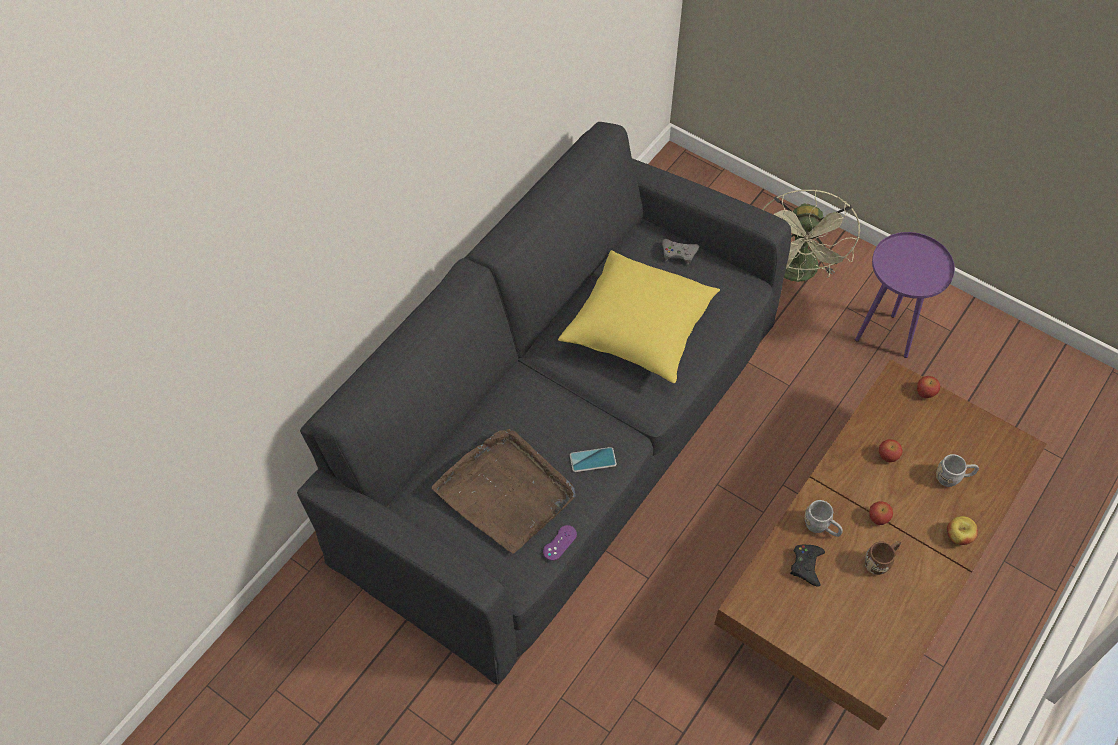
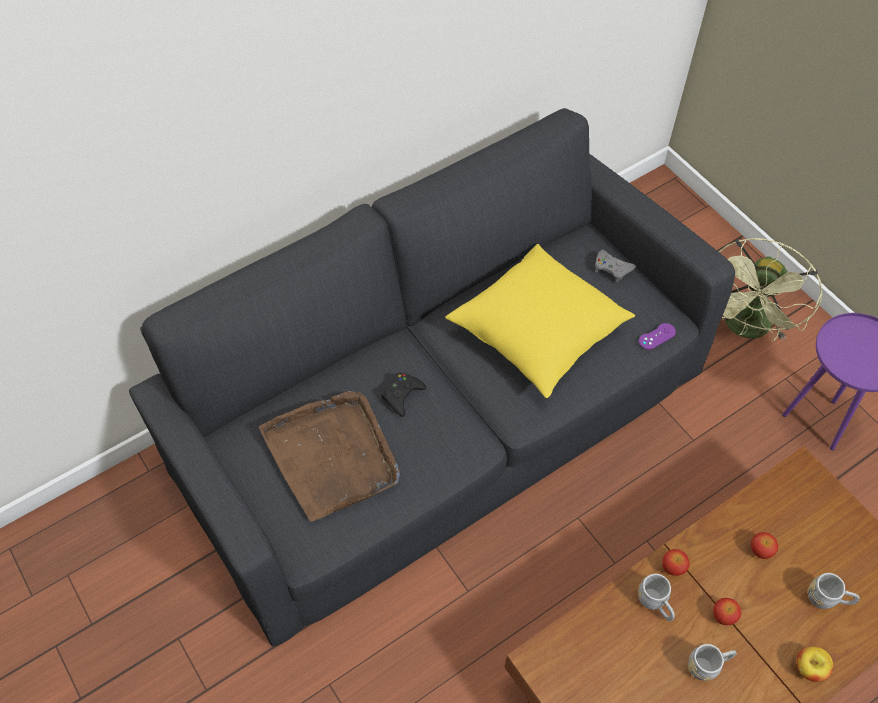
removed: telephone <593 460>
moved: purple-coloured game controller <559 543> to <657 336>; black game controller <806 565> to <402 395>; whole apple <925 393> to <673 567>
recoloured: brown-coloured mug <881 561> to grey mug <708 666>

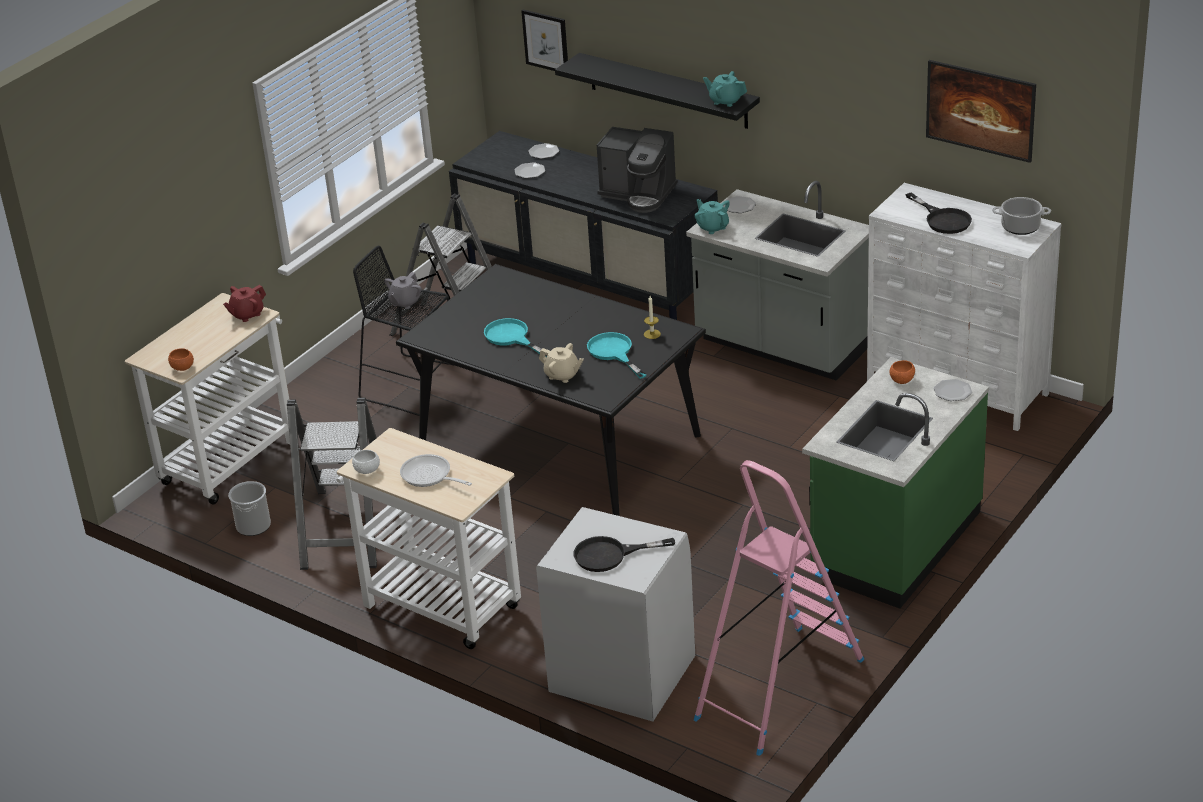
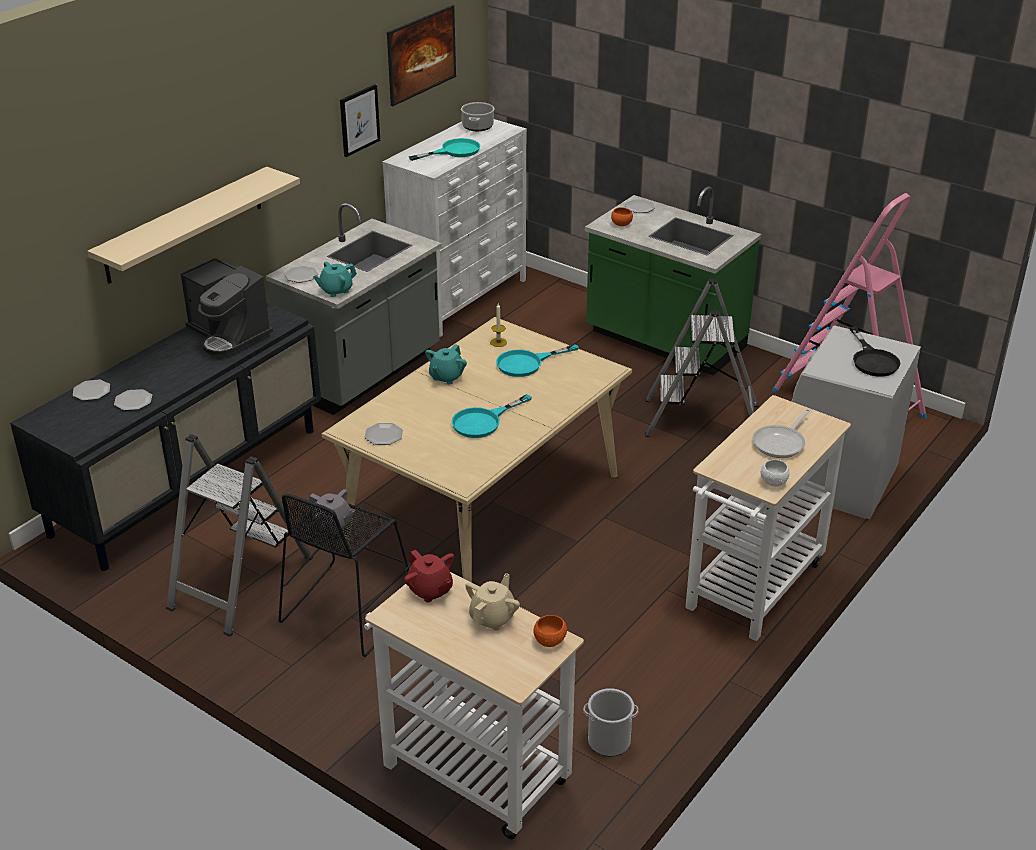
added: dinner plate <383 435>
moved: grey step ladder <346 529> to <704 419>; picture <546 41> to <359 120>; beige-coloured teapot <562 375> to <492 617>; turquoise-coloured teapot <725 101> to <446 377>
recoloured: black kitchen table <557 439> to beige-coloured kitchen table <484 508>; black wall shelf <668 91> to beige-coloured wall shelf <184 225>; black skillet <943 219> to turquoise-coloured skillet <454 151>
turned: coffee maker <638 194> = <229 335> 105 degrees clockwise

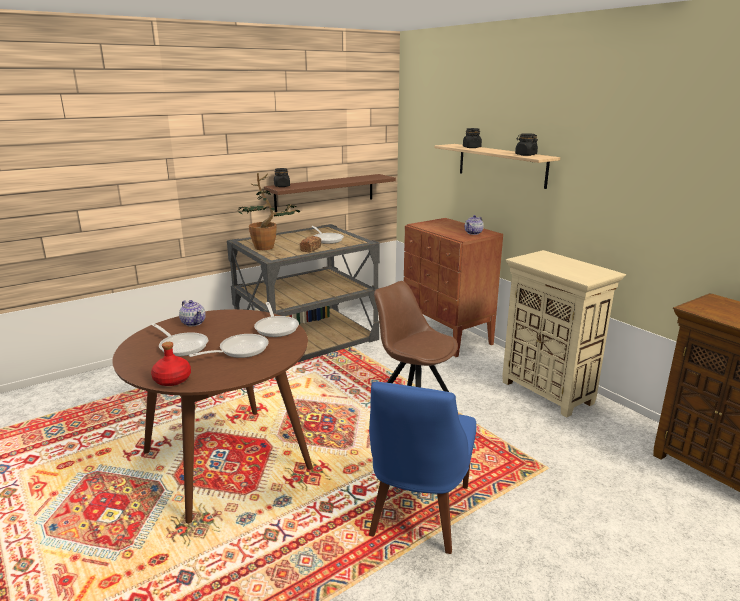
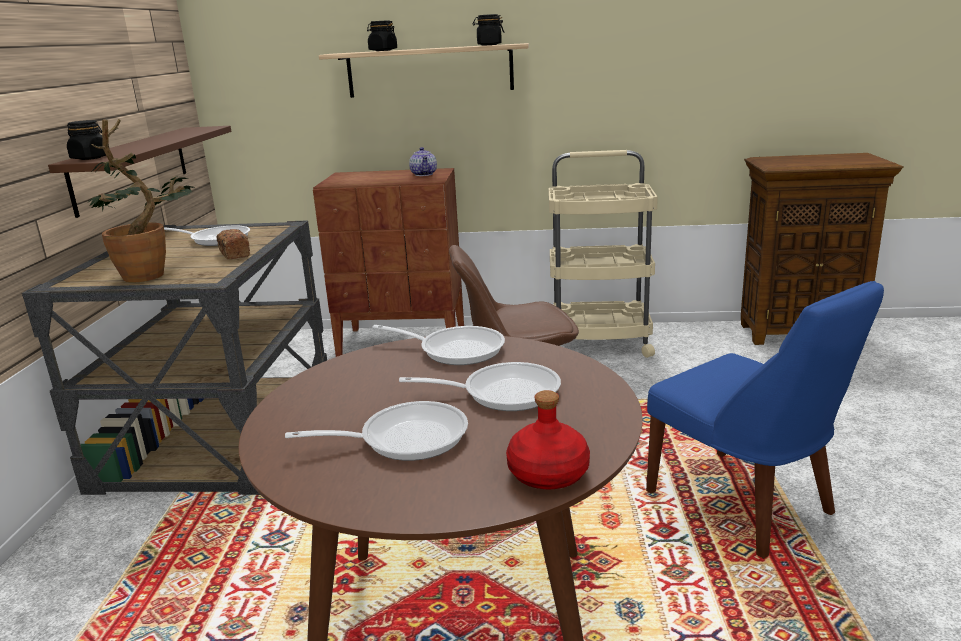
removed: teapot <193 323>
replaced: beige-coloured cabinet <548 393> to beige-coloured trolley <599 342>
turned: skillet <239 350> = <502 393> 90 degrees clockwise

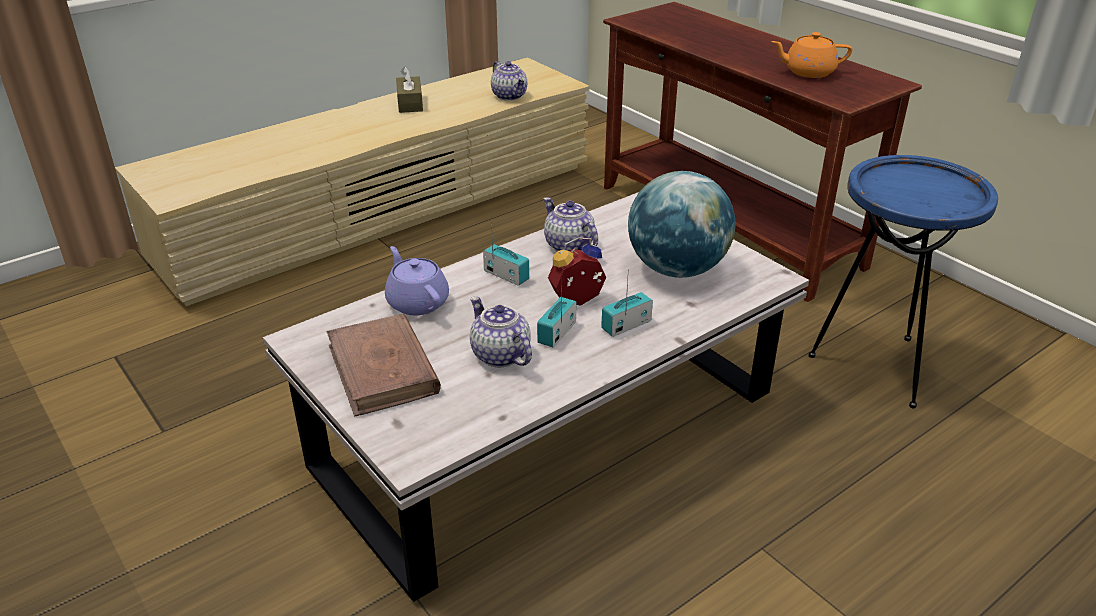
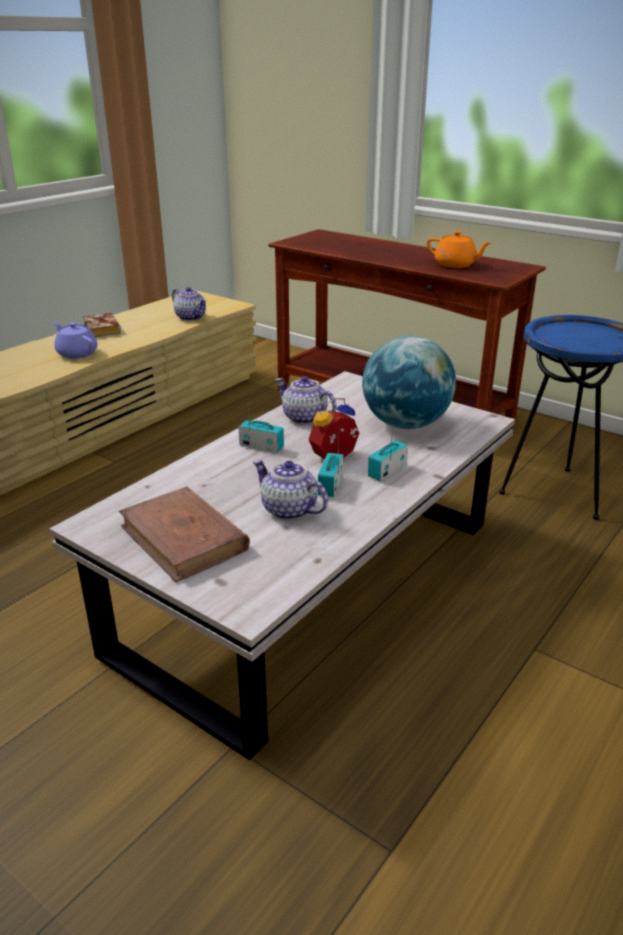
moved: purple-coloured teapot <417 302> to <76 353>
replaced: brown-coloured tissue box <410 103> to volume <104 330>
turned: orange teapot <808 72> = <456 264> 135 degrees counterclockwise

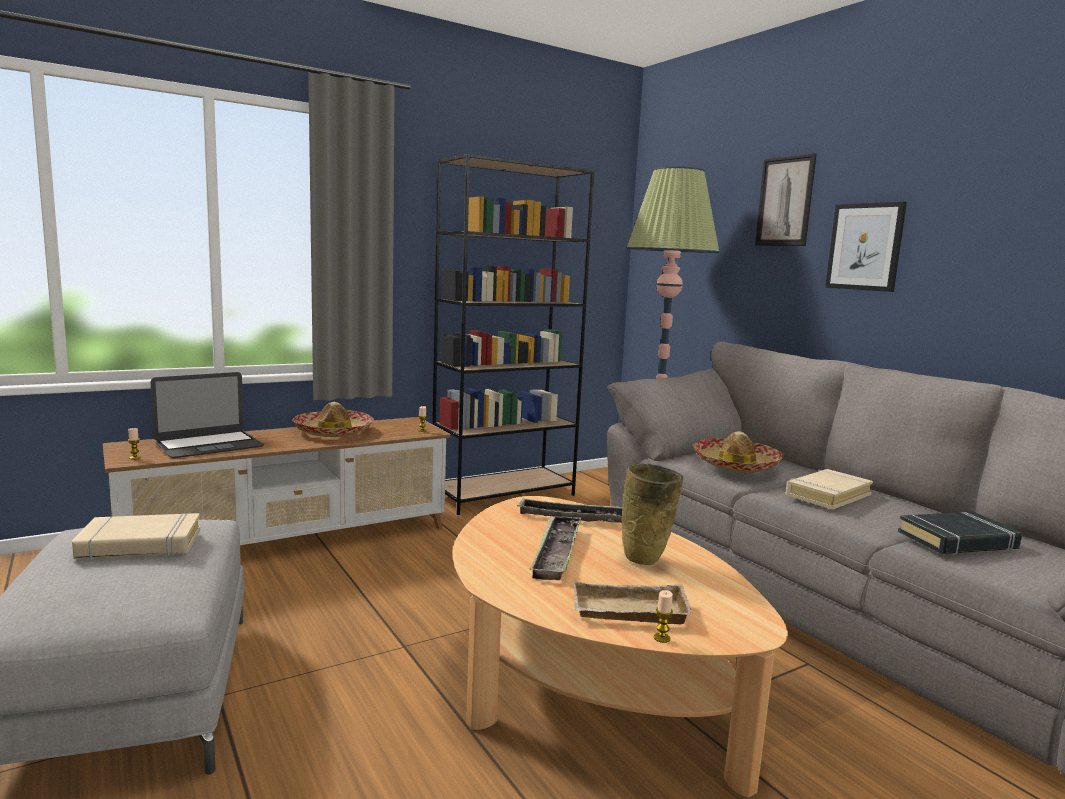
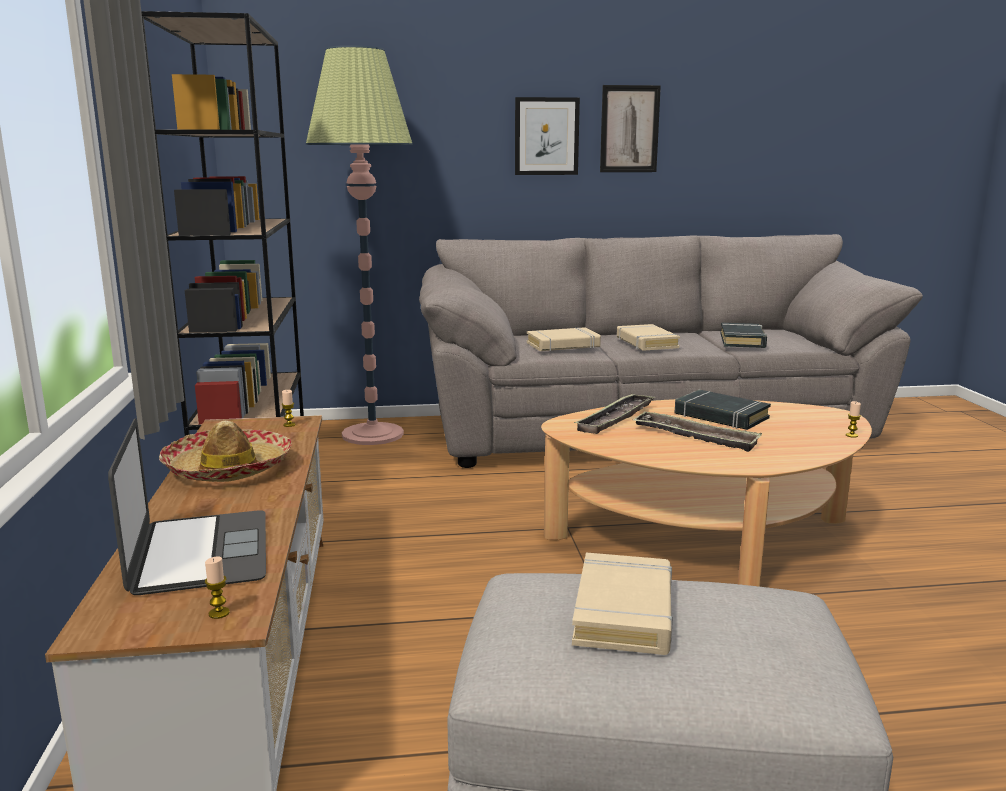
removed: beige-coloured carrying tray <628 612>
moved: picture <785 201> to <629 129>
replaced: beige-coloured flower vase <646 561> to black volume <720 416>; wearable hat <736 465> to beige-coloured volume <563 345>

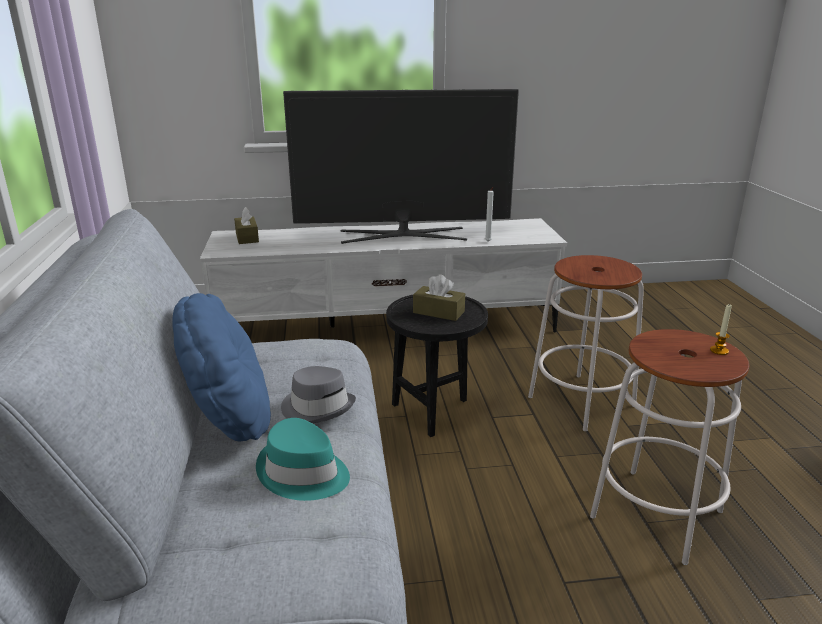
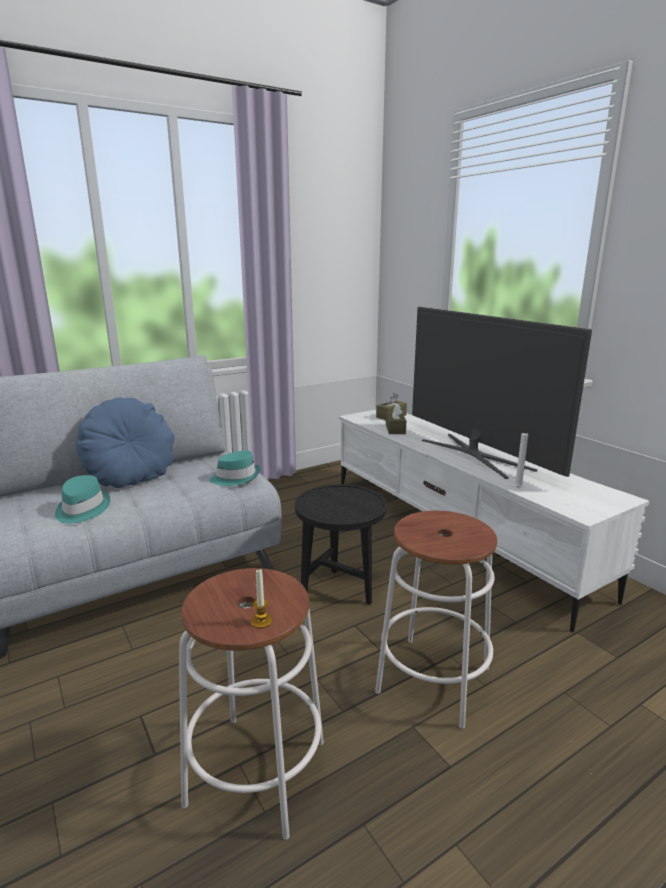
removed: grey wearable hat <317 407>
added: turquoise-coloured wearable hat <236 477>
moved: brown-coloured tissue box <438 312> to <395 429>

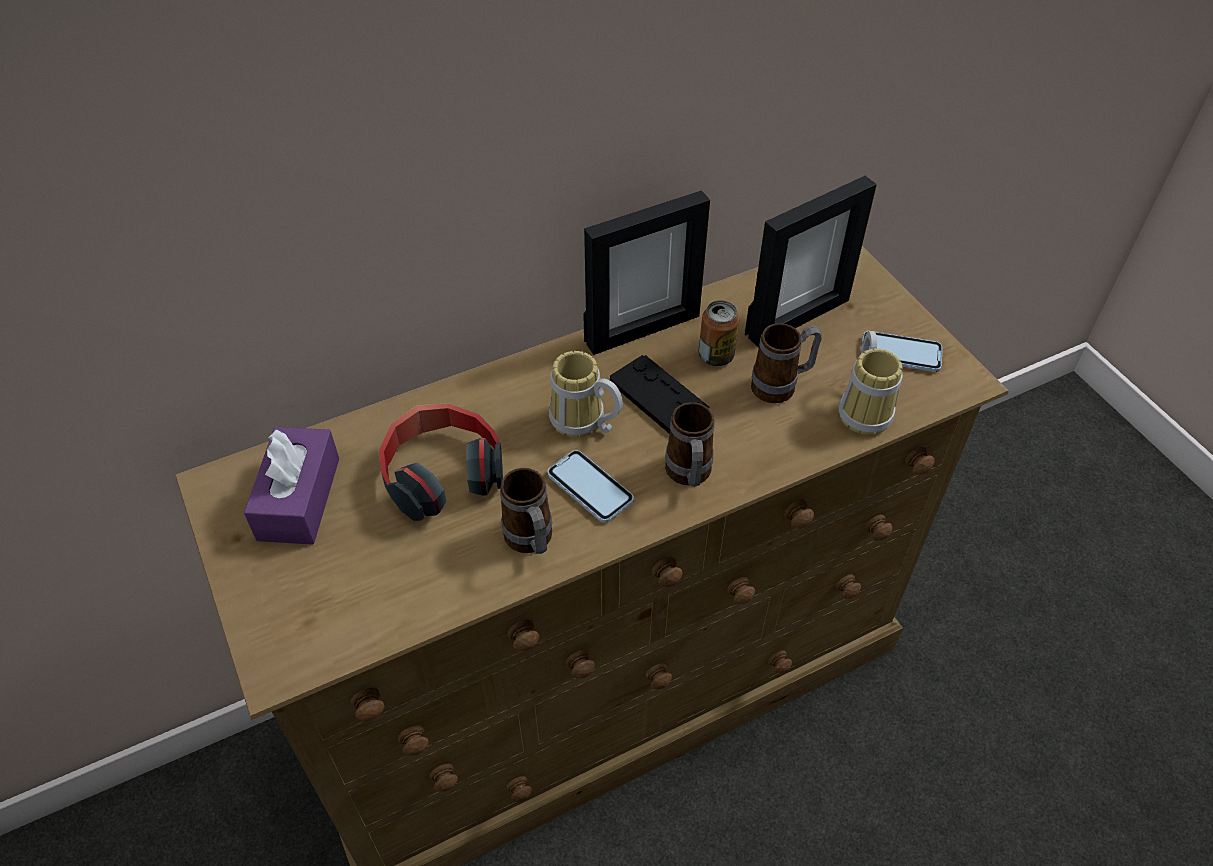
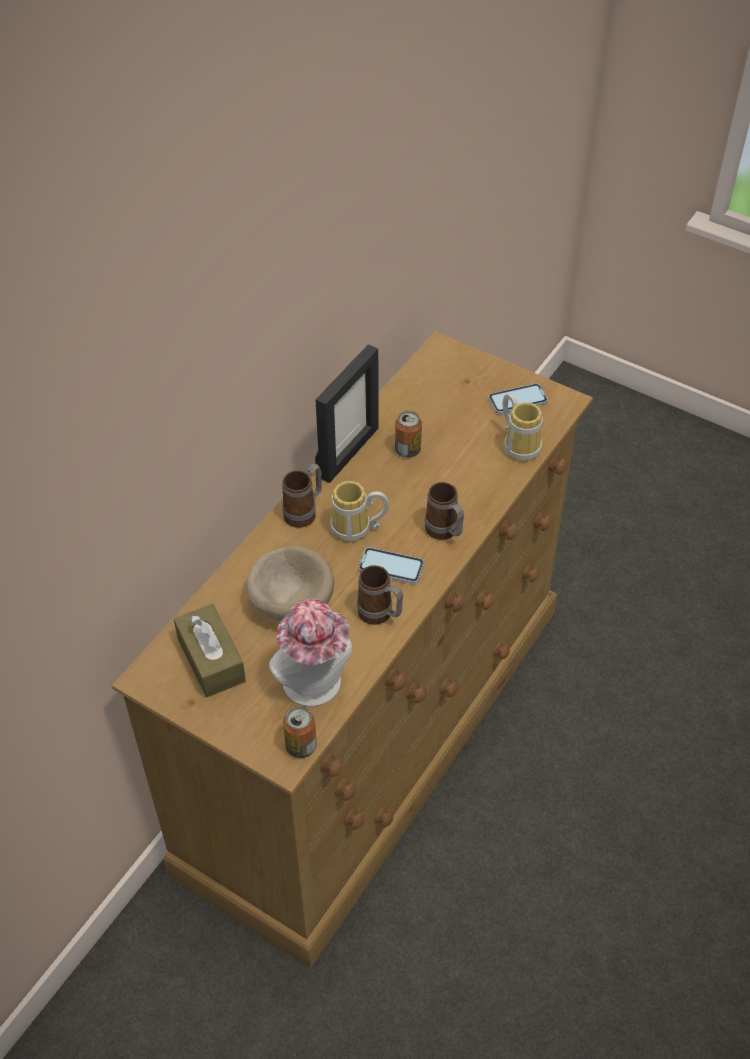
removed: black game controller <658 397>; standing frame <797 317>
added: wearable hat <316 688>; sealed can <301 746>
moved: mug <781 386> to <305 512>
replaced: headset <442 473> to beige-coloured serving bowl <291 601>
recoloured: purple-coloured tissue box <299 498> to brown-coloured tissue box <211 660>

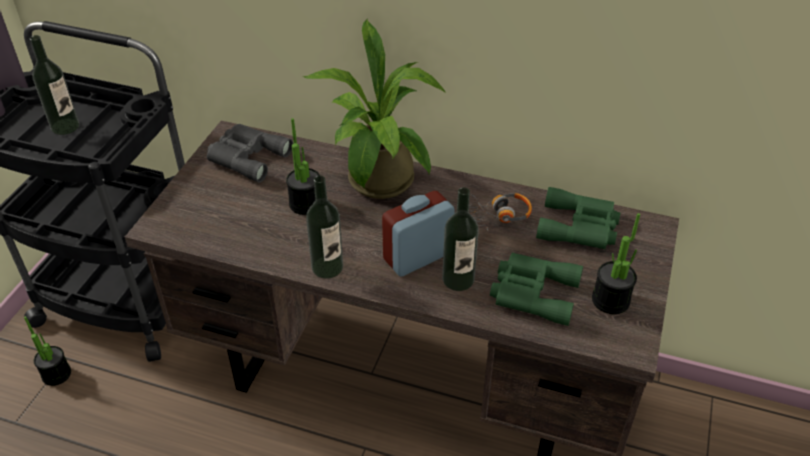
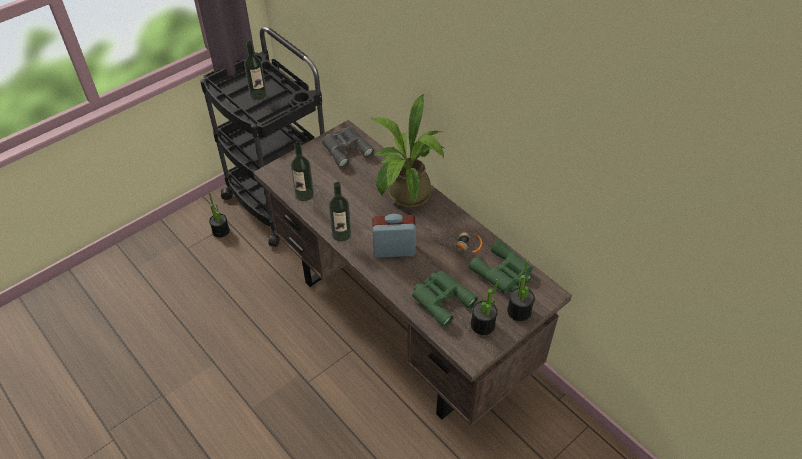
moved: houseplant <306 204> to <519 311>; bottle <458 279> to <304 194>

